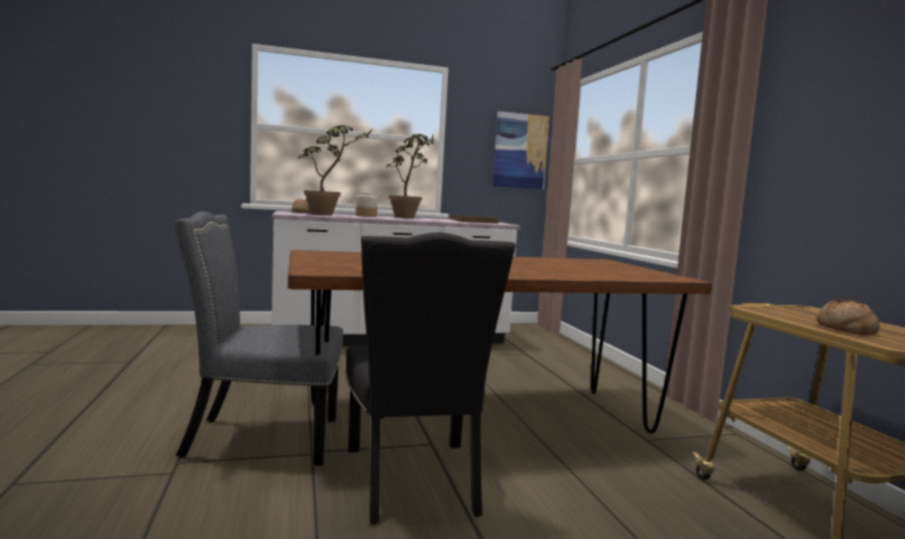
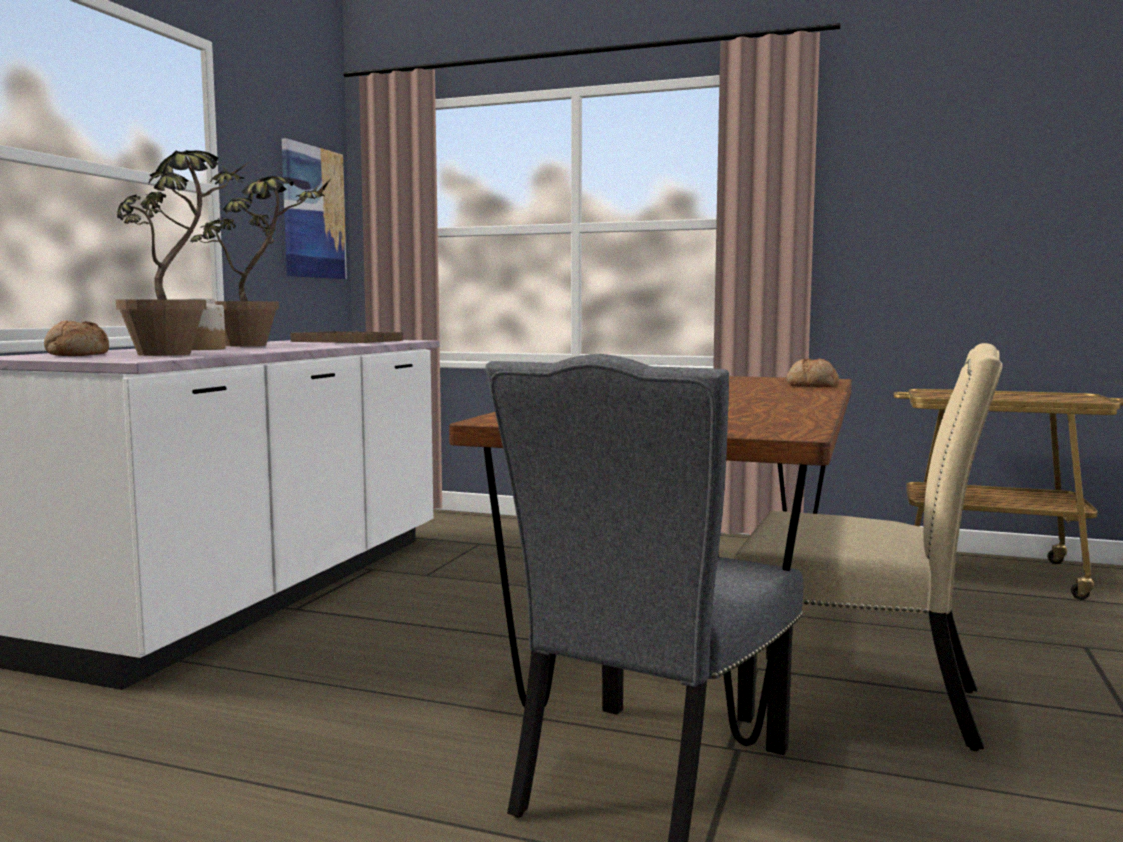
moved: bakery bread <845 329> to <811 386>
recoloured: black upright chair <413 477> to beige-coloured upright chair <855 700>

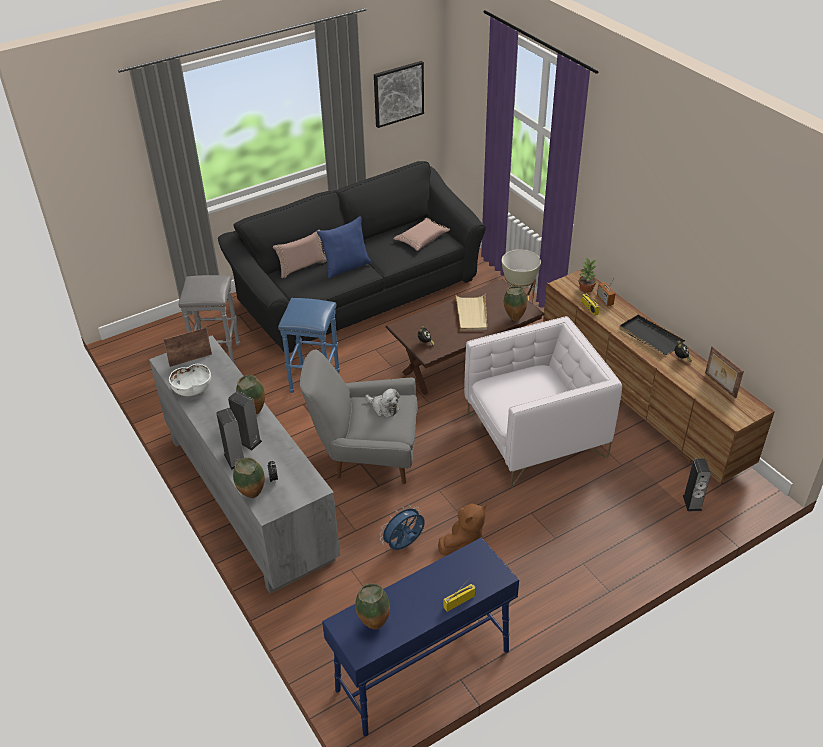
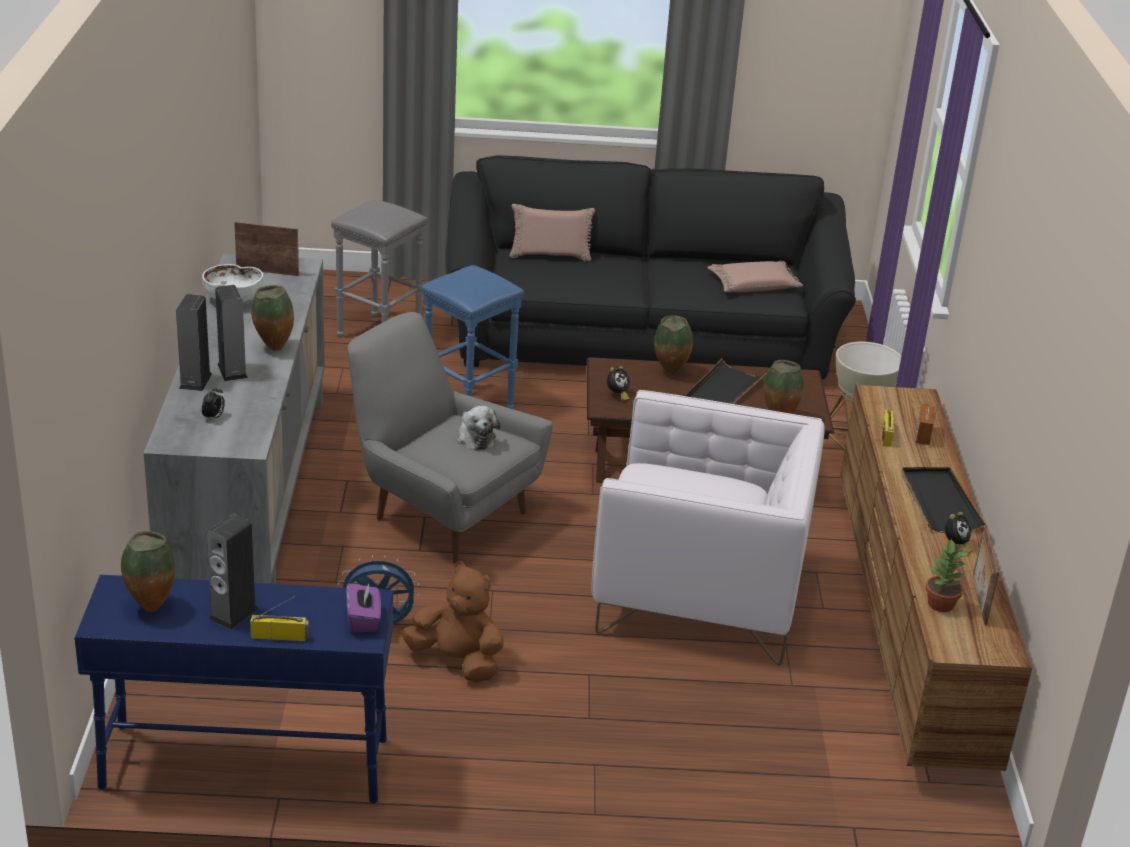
removed: blue pillow <346 266>; picture <398 93>
added: purple-coloured tissue box <363 620>
moved: flower vase <253 496> to <670 373>; houseplant <586 289> to <940 604>; loudspeaker <692 503> to <233 614>
recoloured: beige-coloured carrying tray <471 314> to black carrying tray <723 391>
turned: brown-coloured plush toy <463 542> = <457 661> 135 degrees counterclockwise

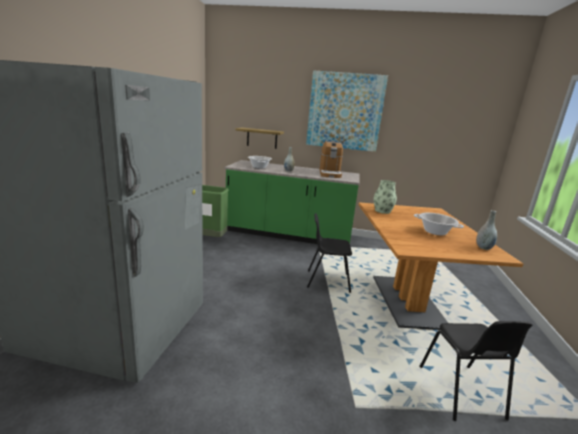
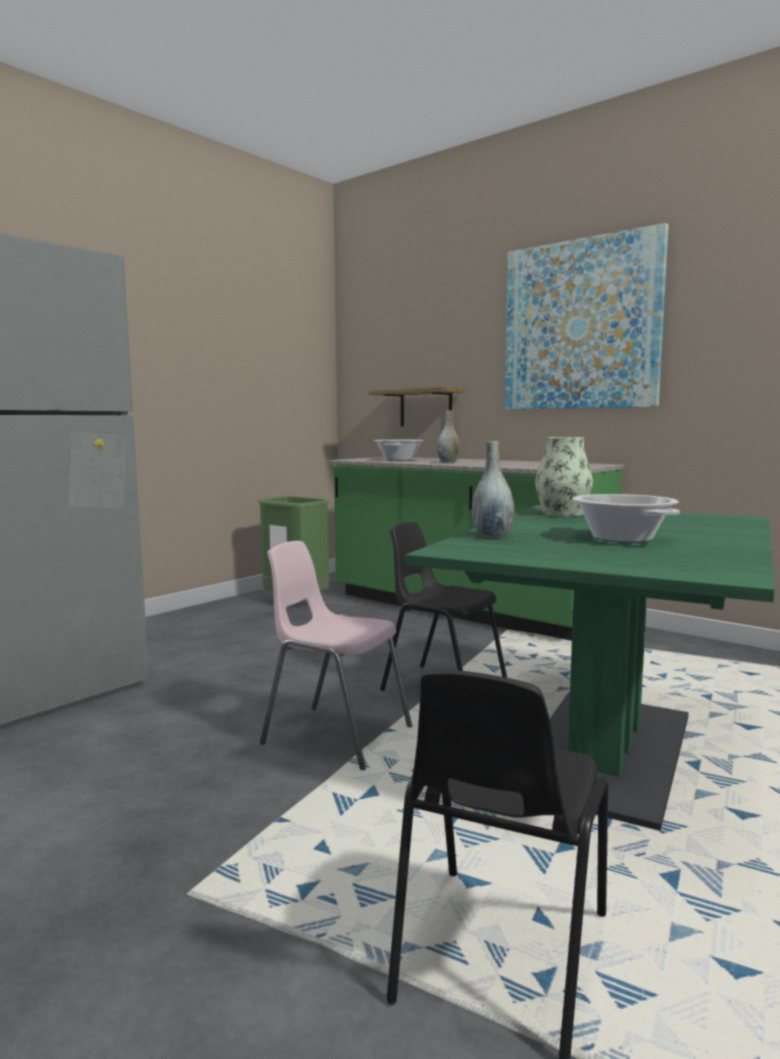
removed: coffee maker <330 173>
added: pink-coloured upright chair <336 735>
moved: grey flower vase <483 248> to <492 536>
recoloured: brown-coloured kitchen table <407 301> to green kitchen table <605 752>

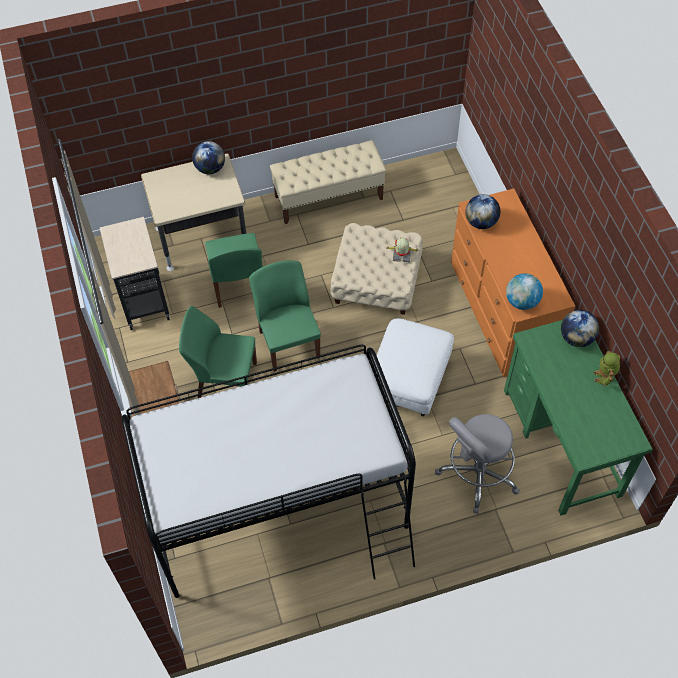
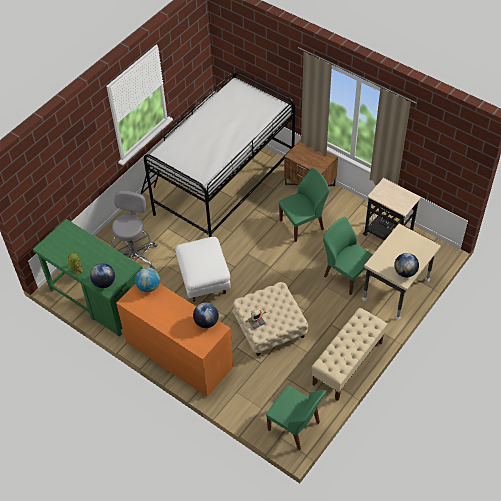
moved: green upright chair <289 342> to <295 427>

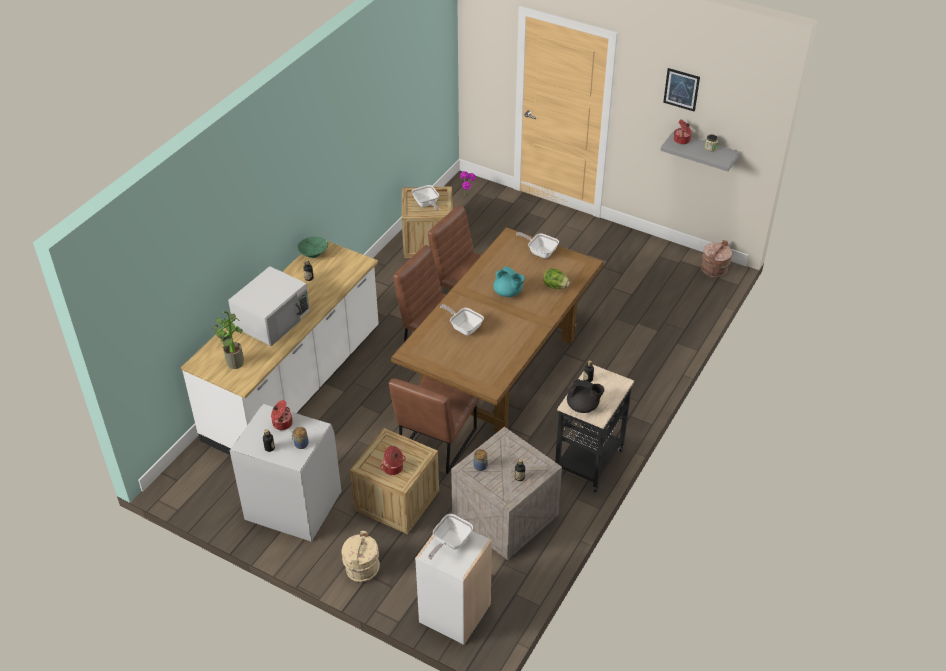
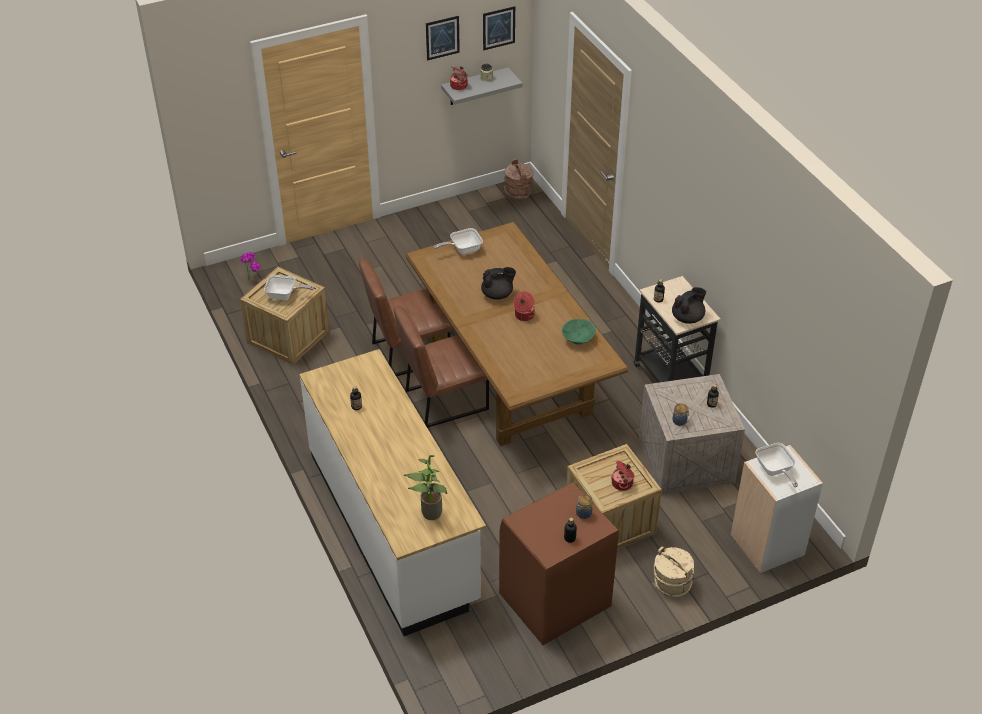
removed: white microwave <272 318>; brown-coloured upright chair <436 443>; skillet <464 327>; lettuce head <555 286>
added: picture <498 28>
moved: saucepot <282 423> to <524 315>; green serving bowl <313 254> to <578 339>
recoloured: white laundry machine <294 503> to brown-coloured laundry machine <553 598>; turquoise-coloured teapot <508 293> to black teapot <497 294>

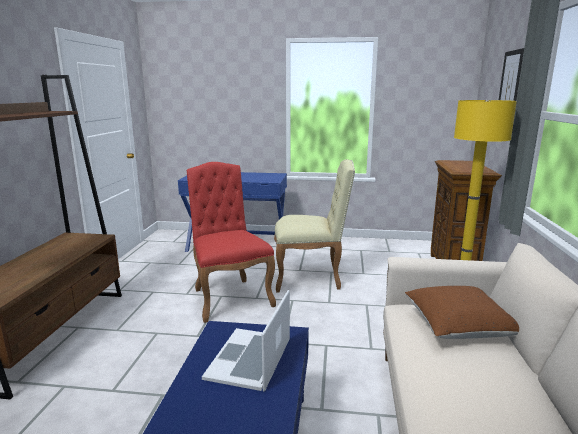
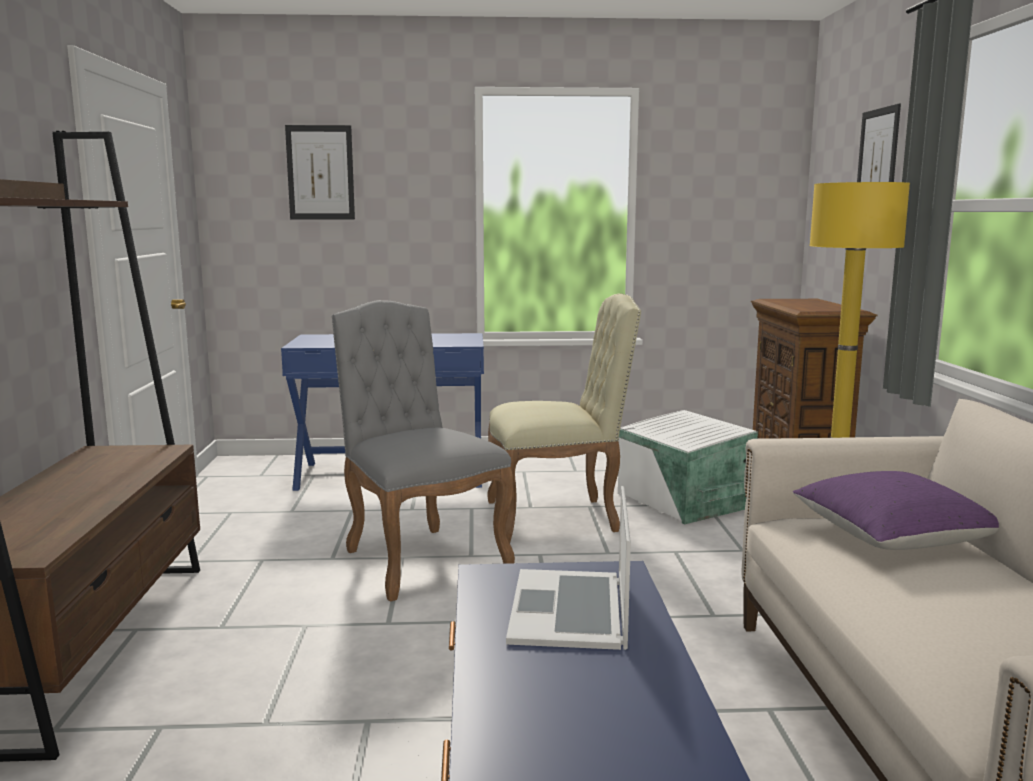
added: picture <320 172>; white storage bin <682 501>
recoloured: red upright chair <229 297> to grey upright chair <420 558>; brown-coloured pillow <458 327> to purple-coloured pillow <891 539>

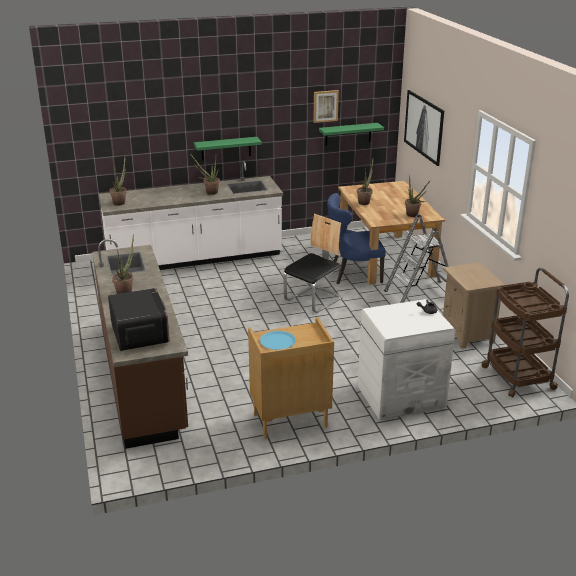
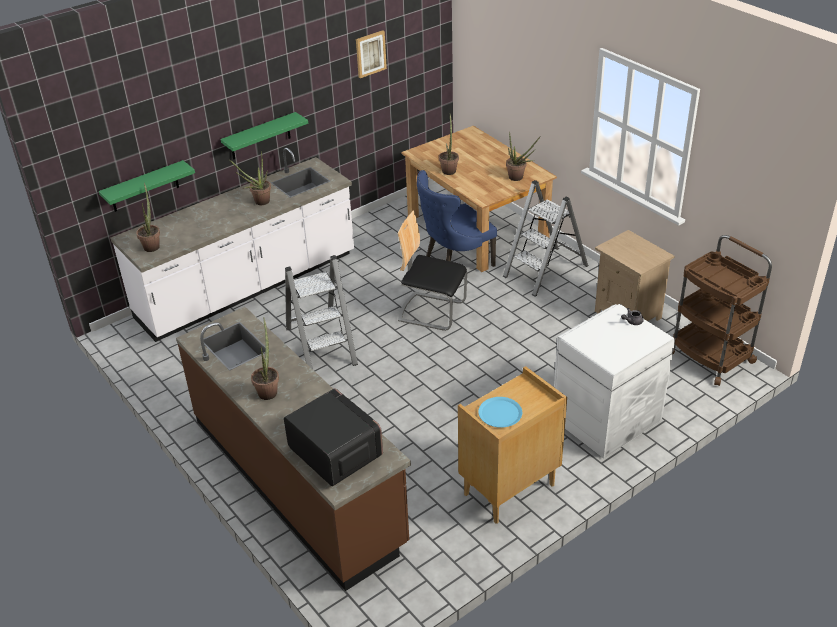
removed: picture <423 126>
added: grey step ladder <320 345>
moved: green wall shelf <348 134> to <144 187>
turned: upright chair <314 300> = <432 311> 90 degrees counterclockwise

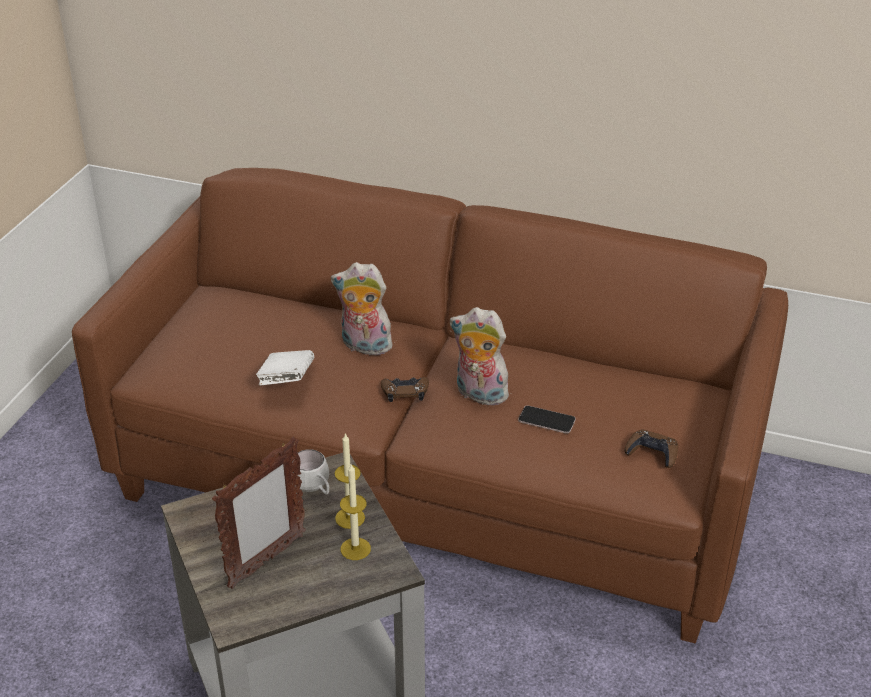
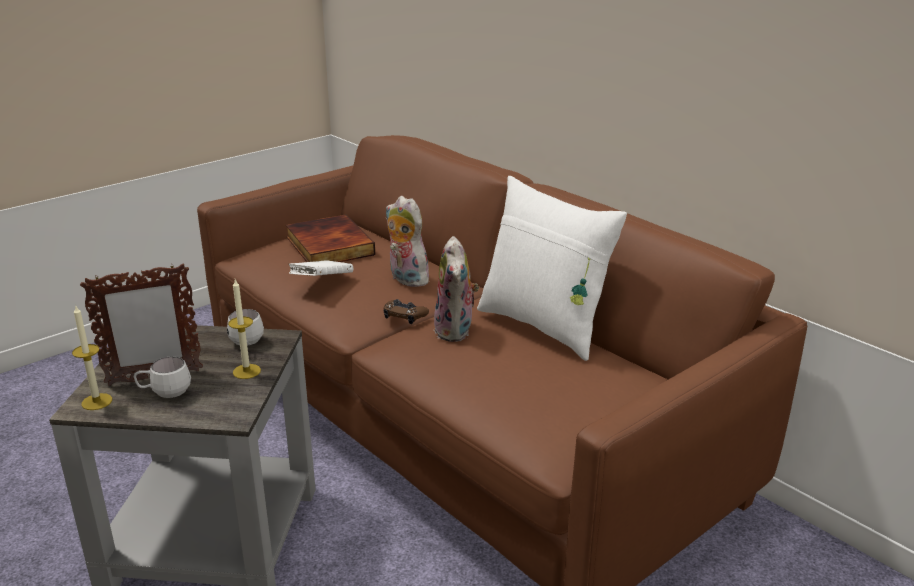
removed: telephone <546 420>; brown-coloured game controller <652 453>
added: white mug <165 393>; volume <327 246>; white pillow <543 327>
moved: candle <355 549> to <97 401>
turned: plush toy <478 395> = <456 331> 150 degrees counterclockwise

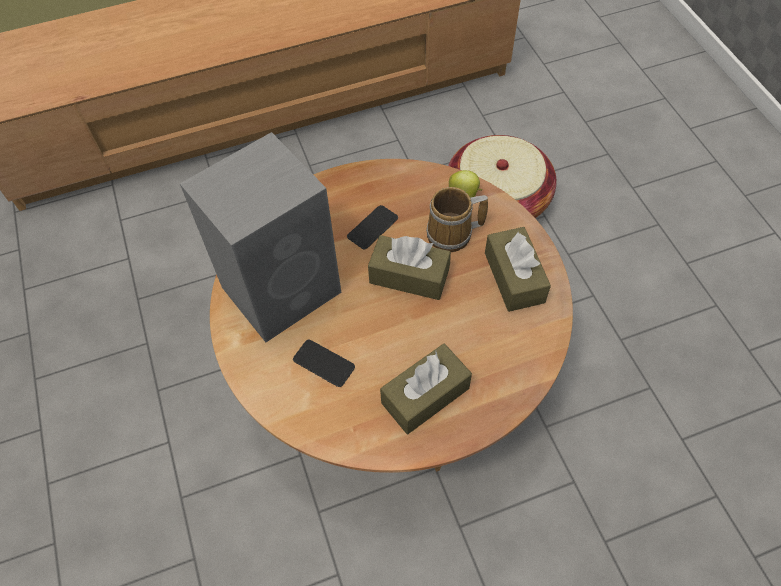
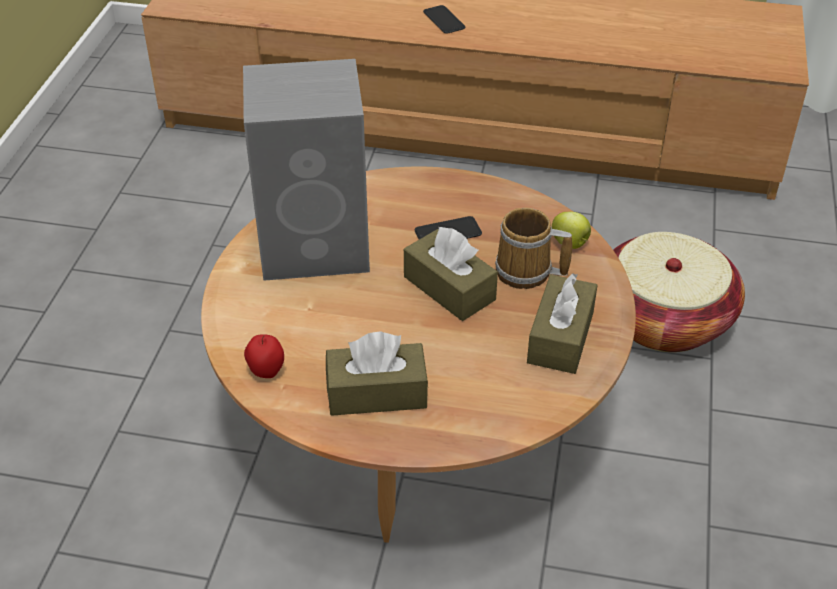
added: whole apple <266 372>
moved: telephone <324 363> to <444 20>

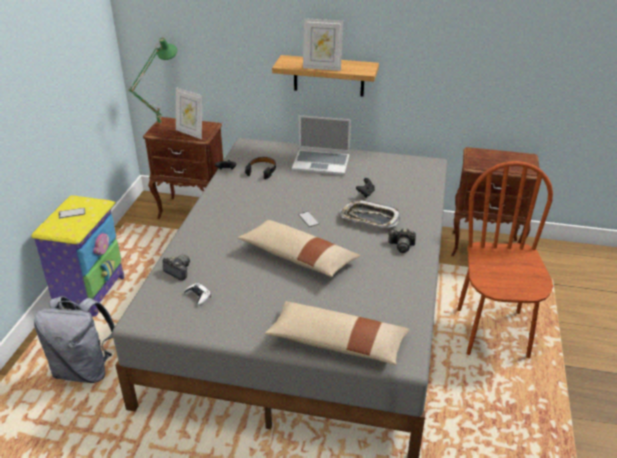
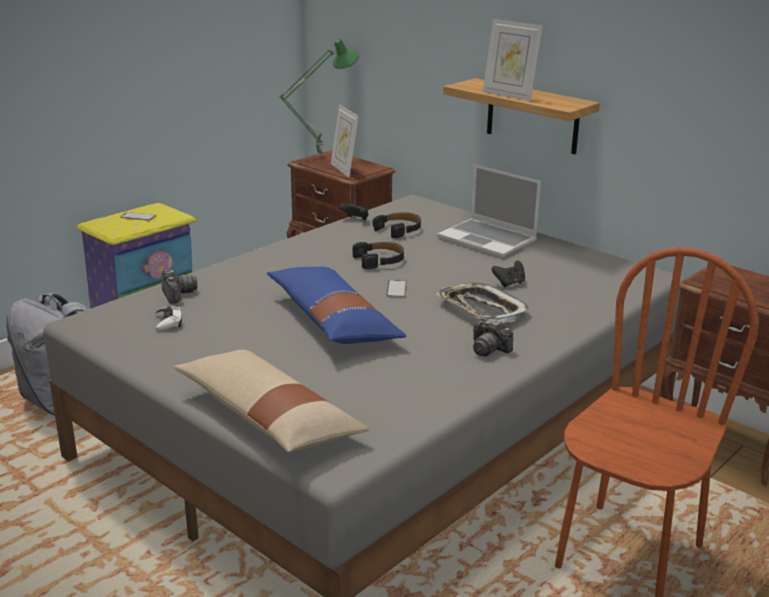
added: black headset <379 260>
recoloured: beige-coloured pillow <298 257> to blue pillow <333 321>

